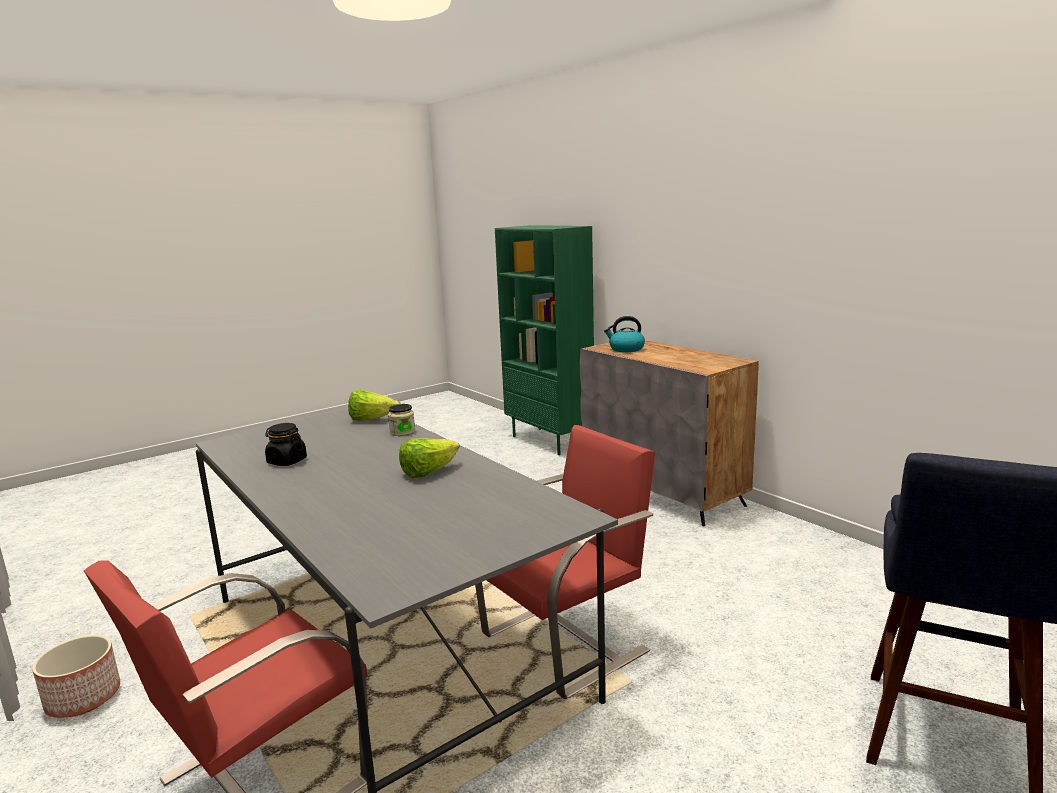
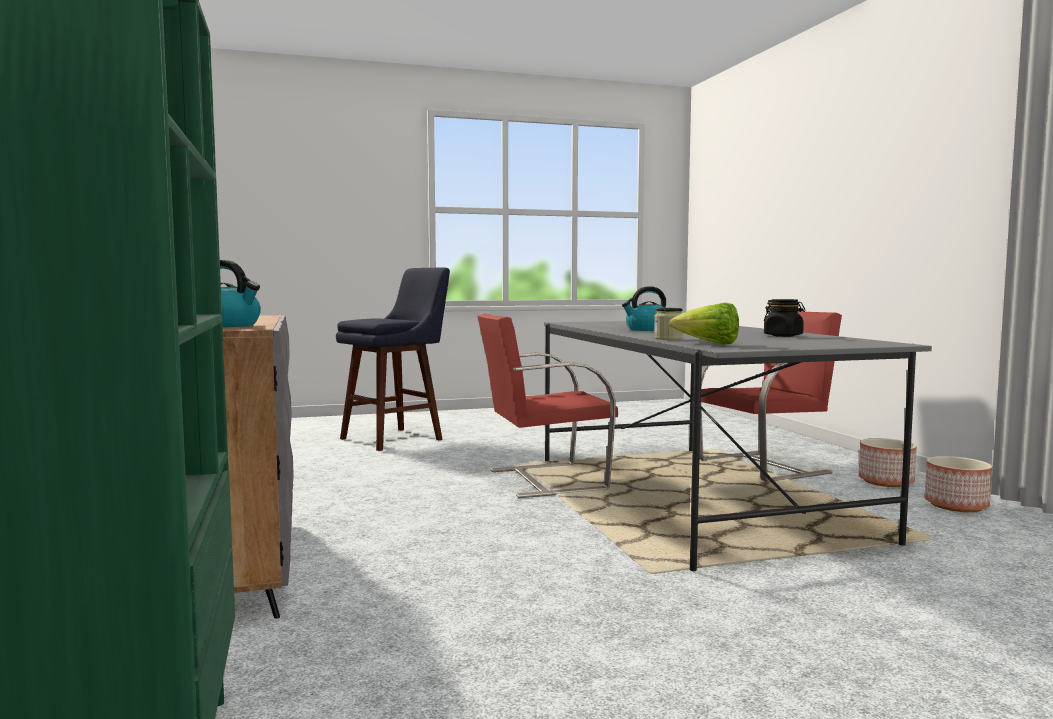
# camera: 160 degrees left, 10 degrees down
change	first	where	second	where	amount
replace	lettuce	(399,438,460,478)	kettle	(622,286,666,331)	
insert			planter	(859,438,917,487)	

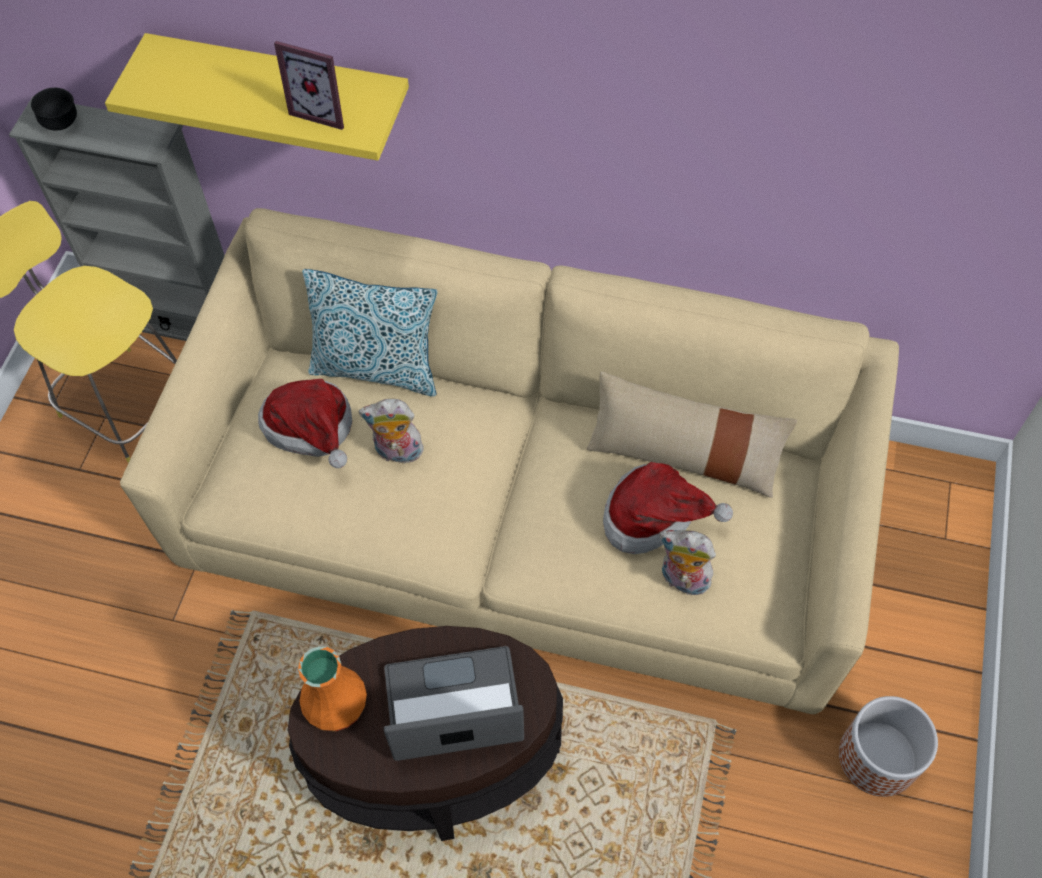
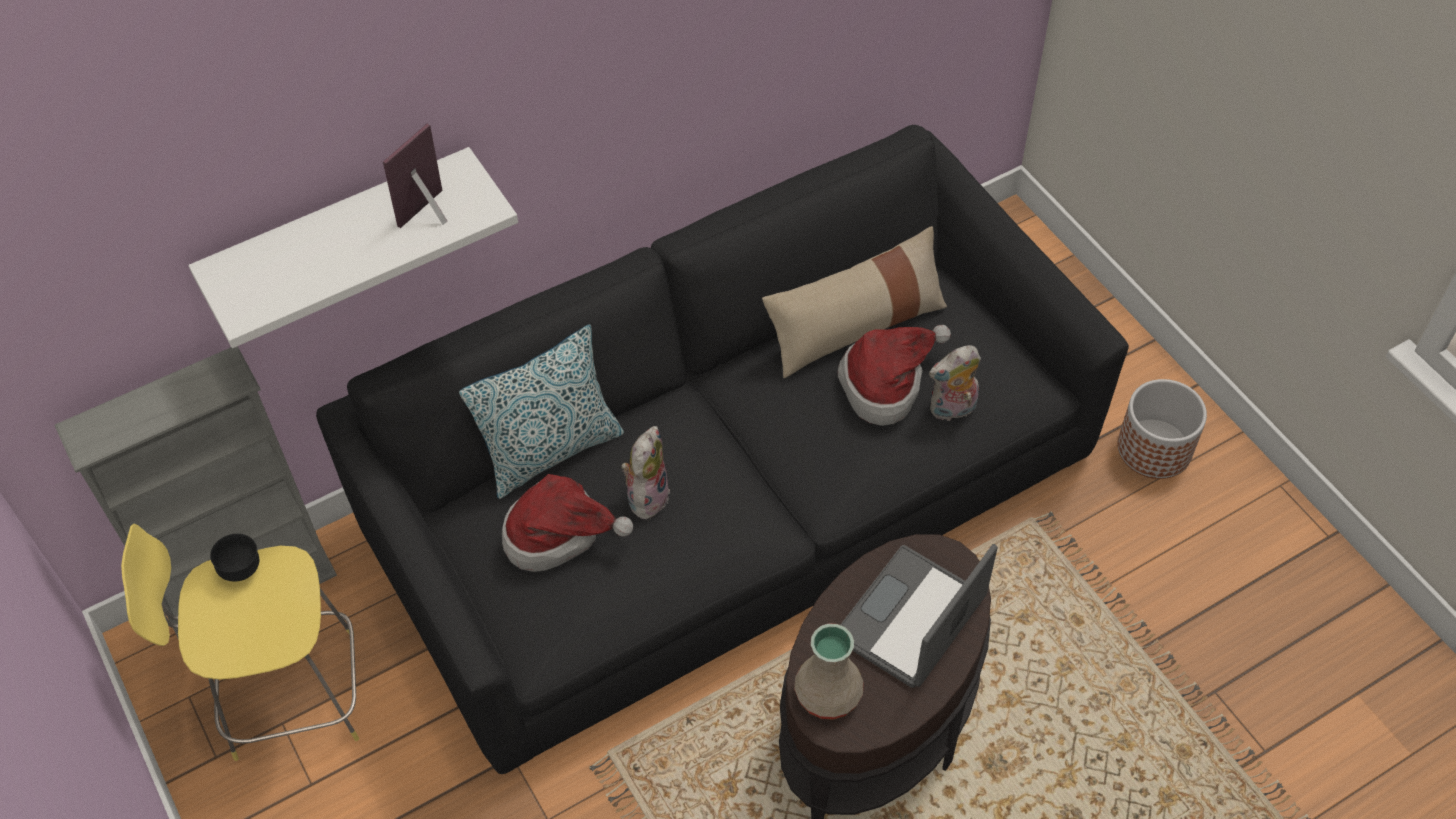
# camera: 45 degrees left, 5 degrees down
change	first	where	second	where	amount
recolor	yellow shelf	(105,33,409,161)	white shelf	(188,147,518,348)	
move	black bowl	(31,88,77,131)		(210,534,259,581)	
recolor	beige sofa	(120,208,899,714)	black sofa	(316,125,1129,774)	
rotate	picture frame	(274,41,344,130)		(383,124,447,228)	150 degrees clockwise
rotate	plush toy	(359,399,426,464)		(621,426,670,520)	150 degrees clockwise
recolor	orange vase	(298,646,367,731)	beige vase	(794,623,864,720)	

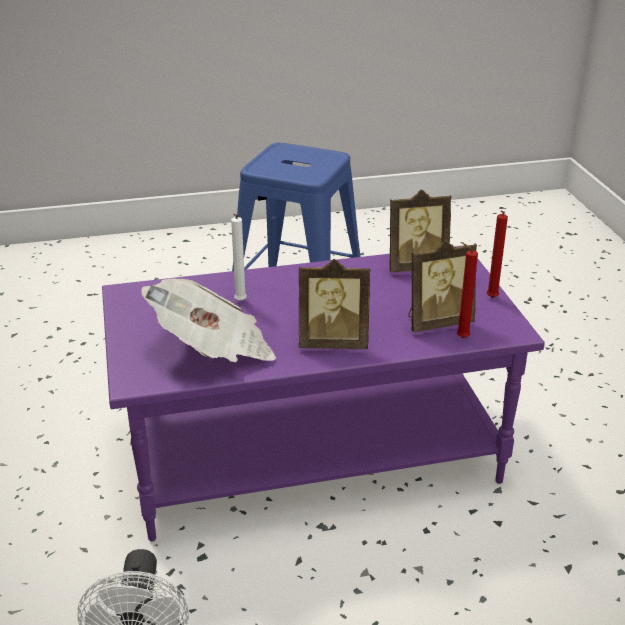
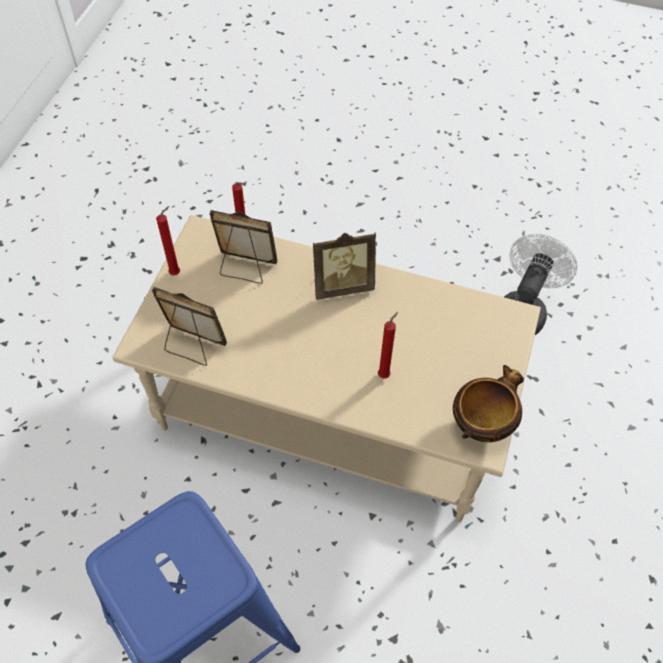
# camera: 150 degrees left, 25 degrees up
change	first	where	second	where	amount
recolor	purple coffee table	(102,245,545,542)	beige coffee table	(112,215,541,522)	
rotate	picture frame	(299,259,370,349)		(313,233,376,300)	135 degrees clockwise
recolor	white candle	(231,214,247,301)	red candle	(378,312,398,378)	
insert			bowl	(453,365,524,442)	
delete	newspaper	(141,279,277,362)			

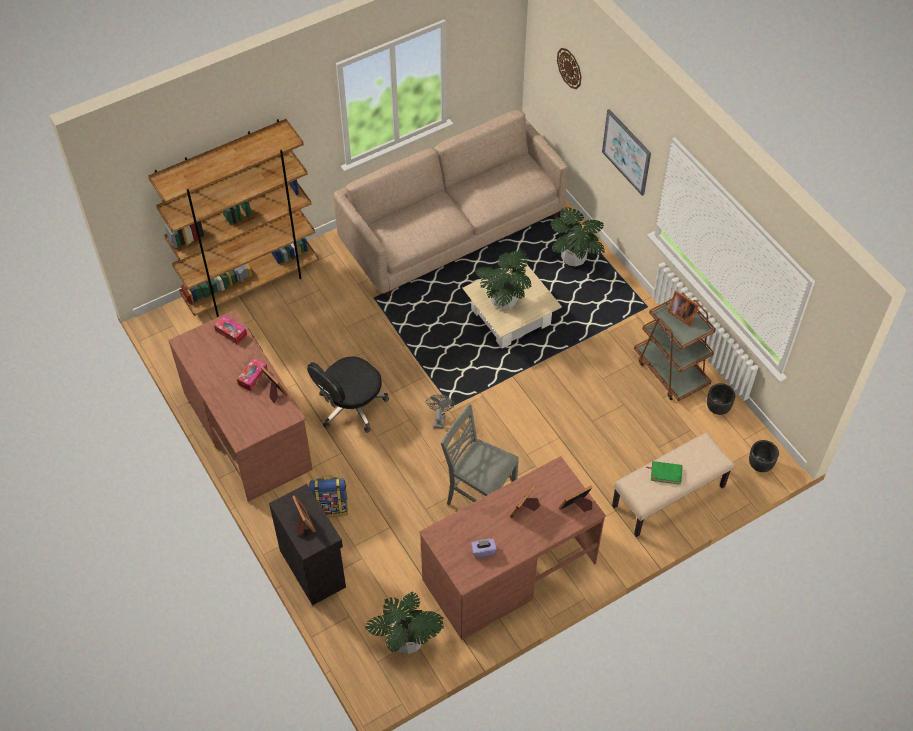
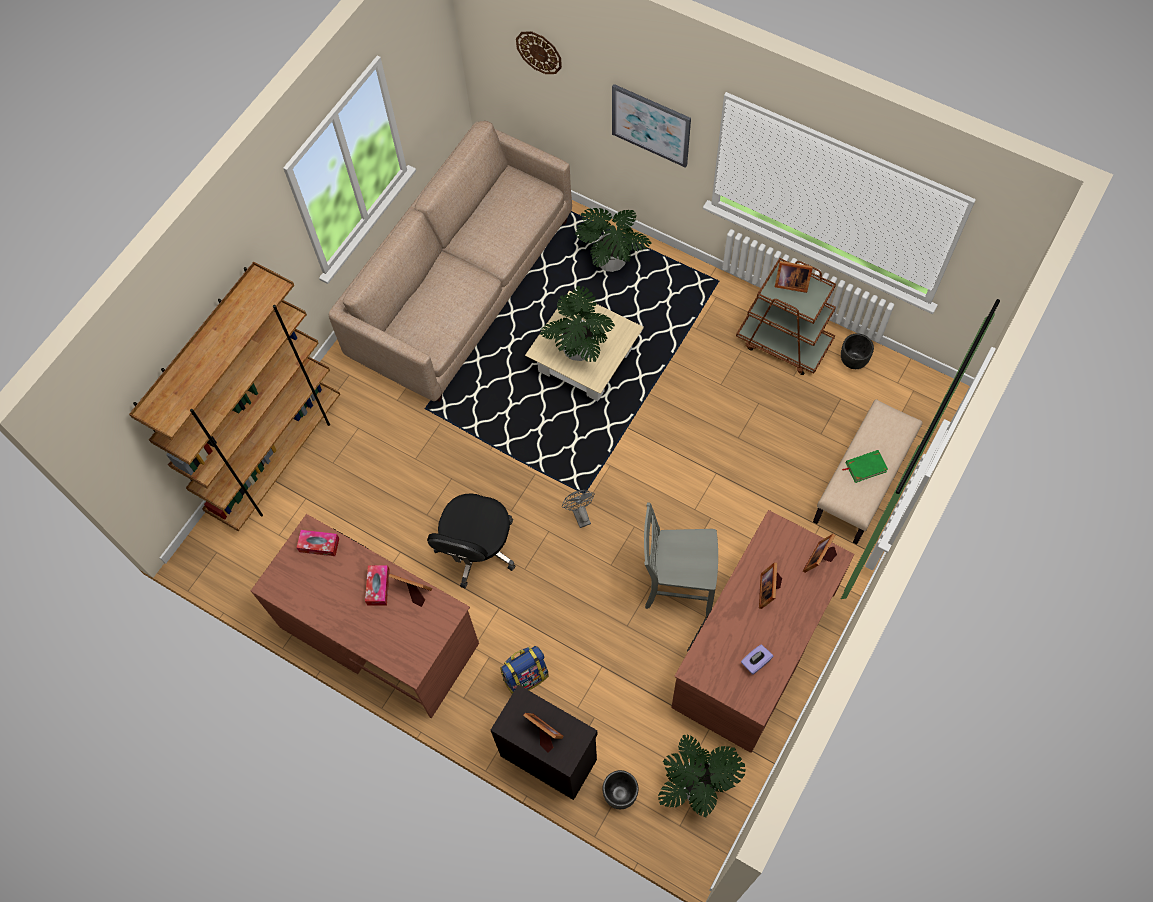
# camera: 25 degrees left, 10 degrees up
change	first	where	second	where	amount
move	black planter	(749,440,779,472)		(602,770,638,809)	

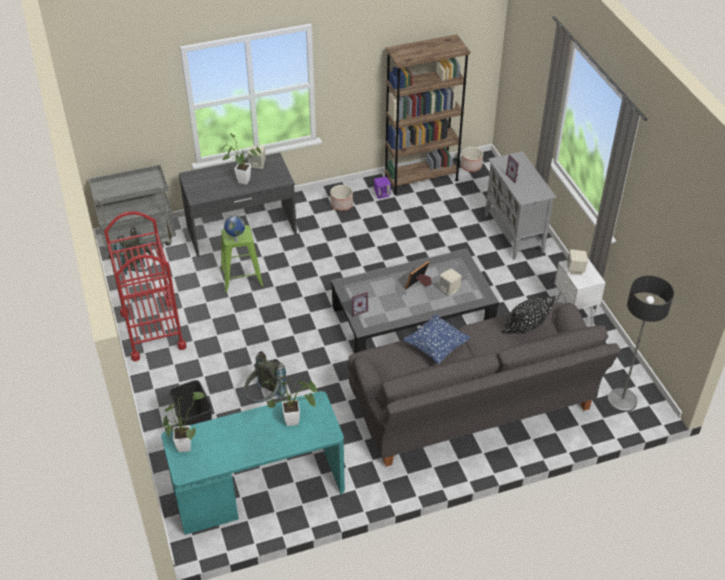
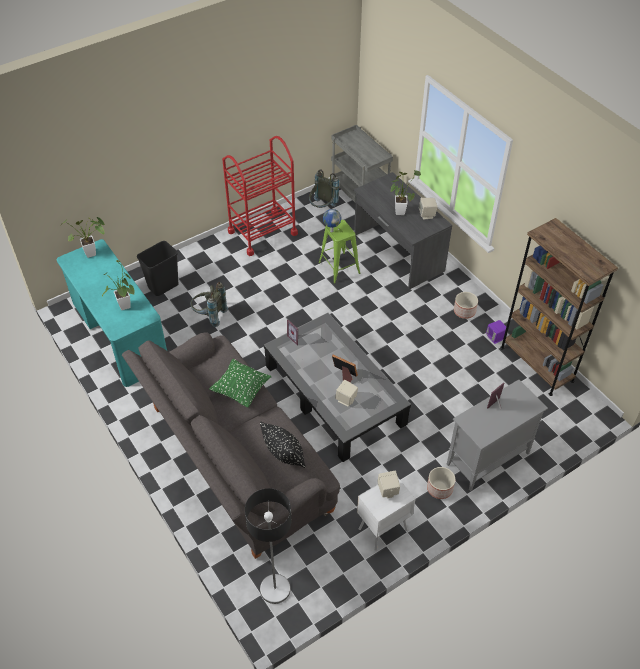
# camera: 75 degrees right, 5 degrees up
change	first	where	second	where	amount
recolor	blue pillow	(403,314,471,364)	green pillow	(210,359,271,407)	
move	planter	(461,147,483,172)		(427,467,455,499)	

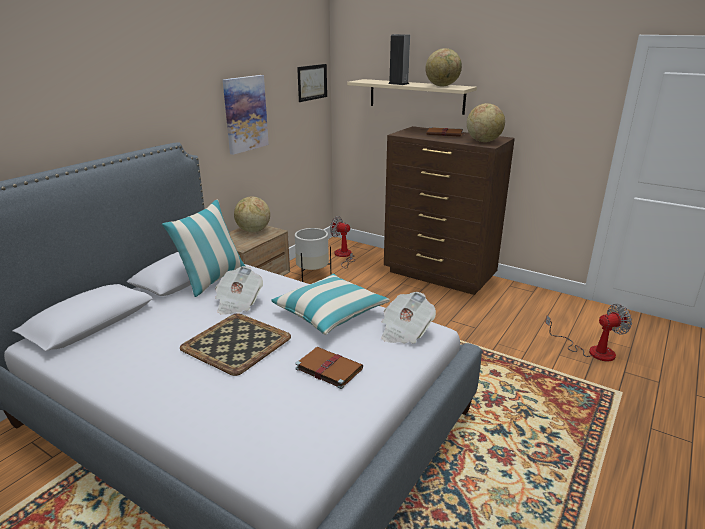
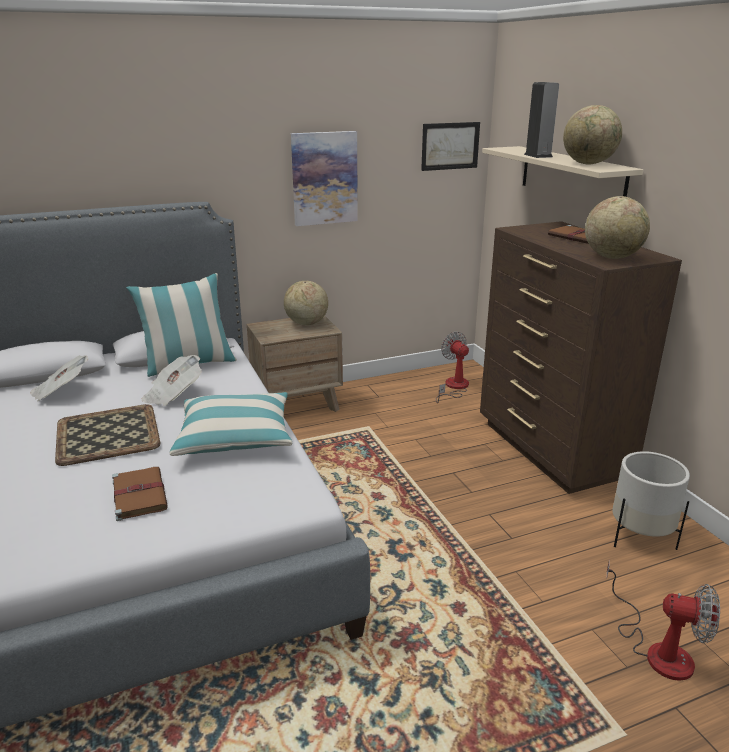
# camera: 35 degrees right, 0 degrees up
change	first	where	second	where	amount
move	newspaper	(382,292,436,344)		(30,355,88,401)	
move	white planter	(295,228,331,282)		(612,451,690,550)	

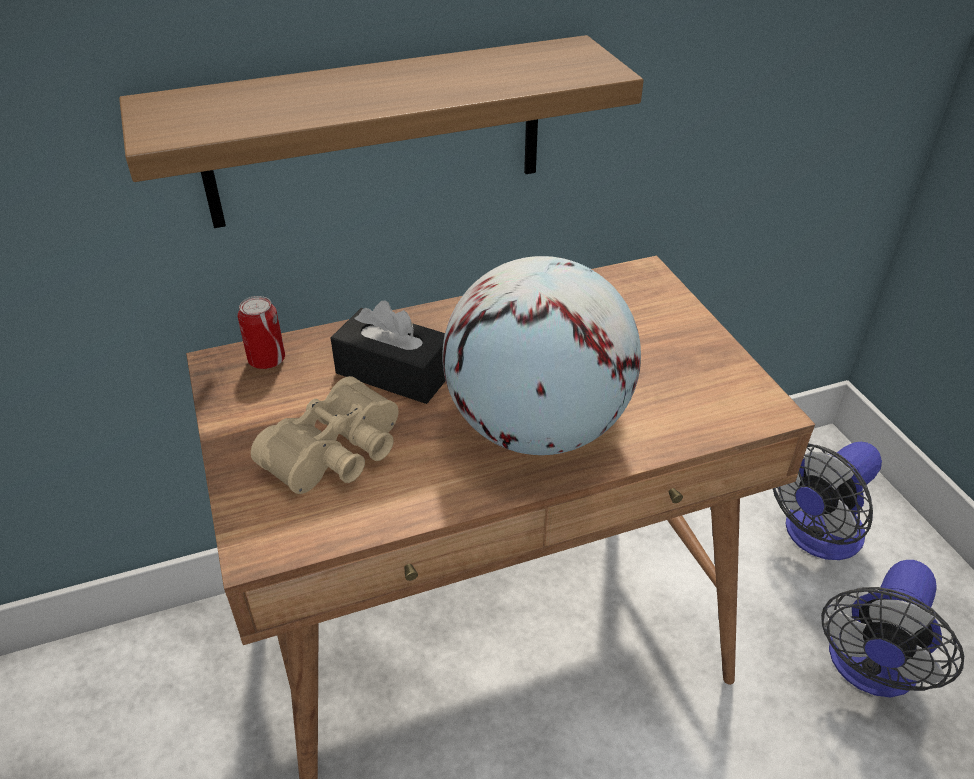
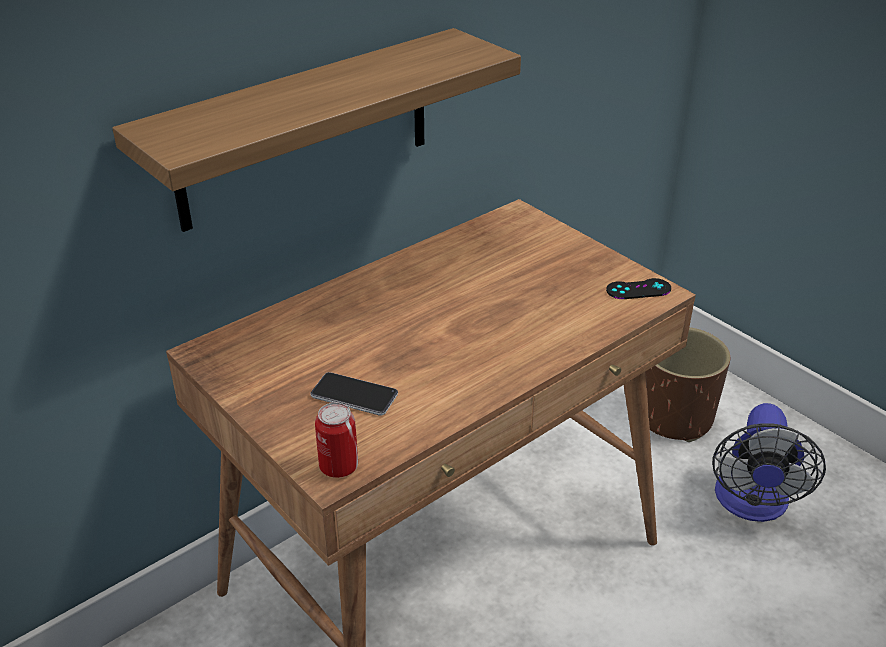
# camera: 20 degrees left, 5 degrees down
change	first	where	second	where	amount
replace	beige binoculars	(251,376,398,494)	phone	(310,372,398,416)	
move	can	(238,296,285,369)		(315,403,358,478)	
insert			black game controller	(606,278,671,299)	
replace	fan	(773,442,882,560)	brown planter	(646,327,730,442)	
delete	black tissue box	(331,300,446,404)			
delete	globe	(442,256,641,455)			

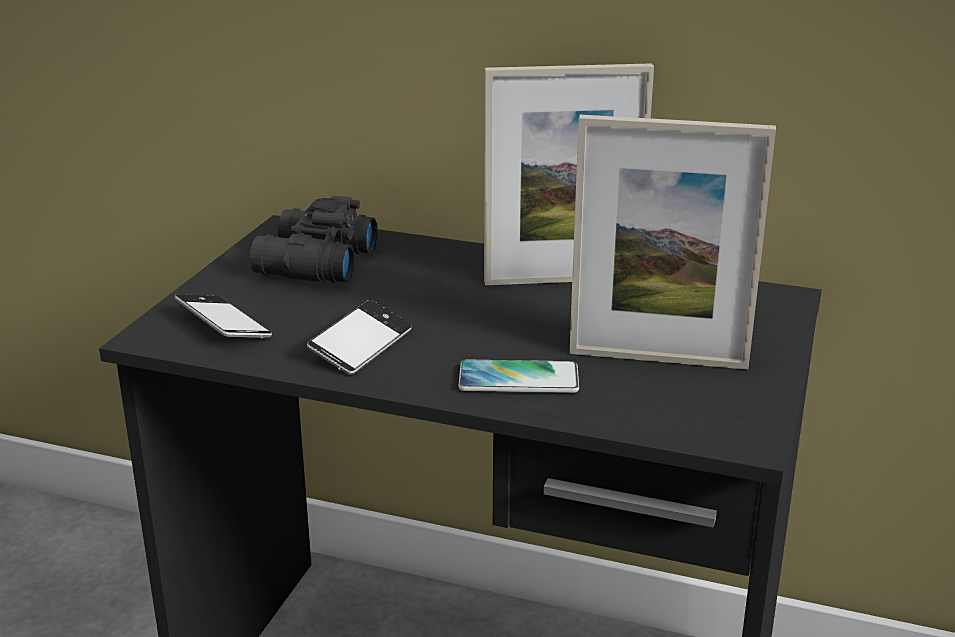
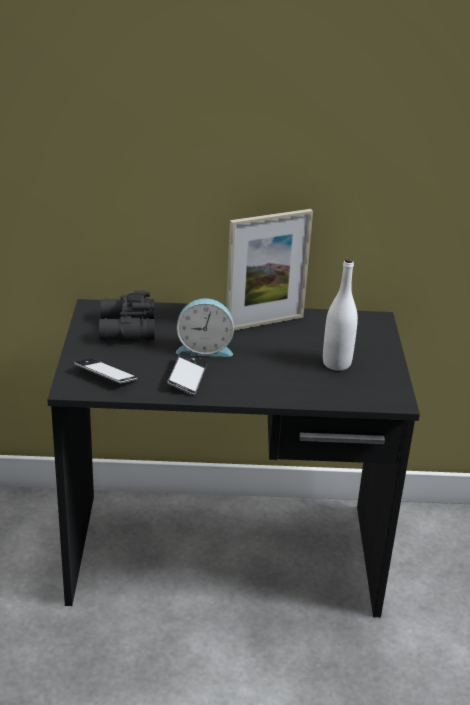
# camera: 20 degrees left, 5 degrees up
change	first	where	second	where	amount
insert			alarm clock	(176,298,234,357)	
replace	picture frame	(569,115,776,370)	white bottle	(323,258,358,371)	
delete	phone	(458,360,579,393)			

